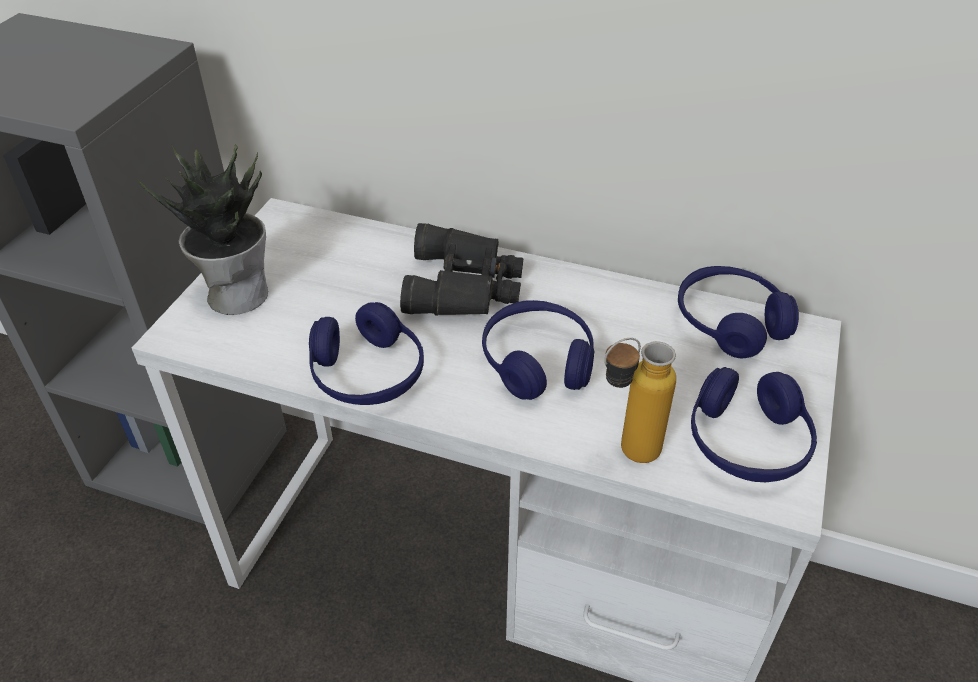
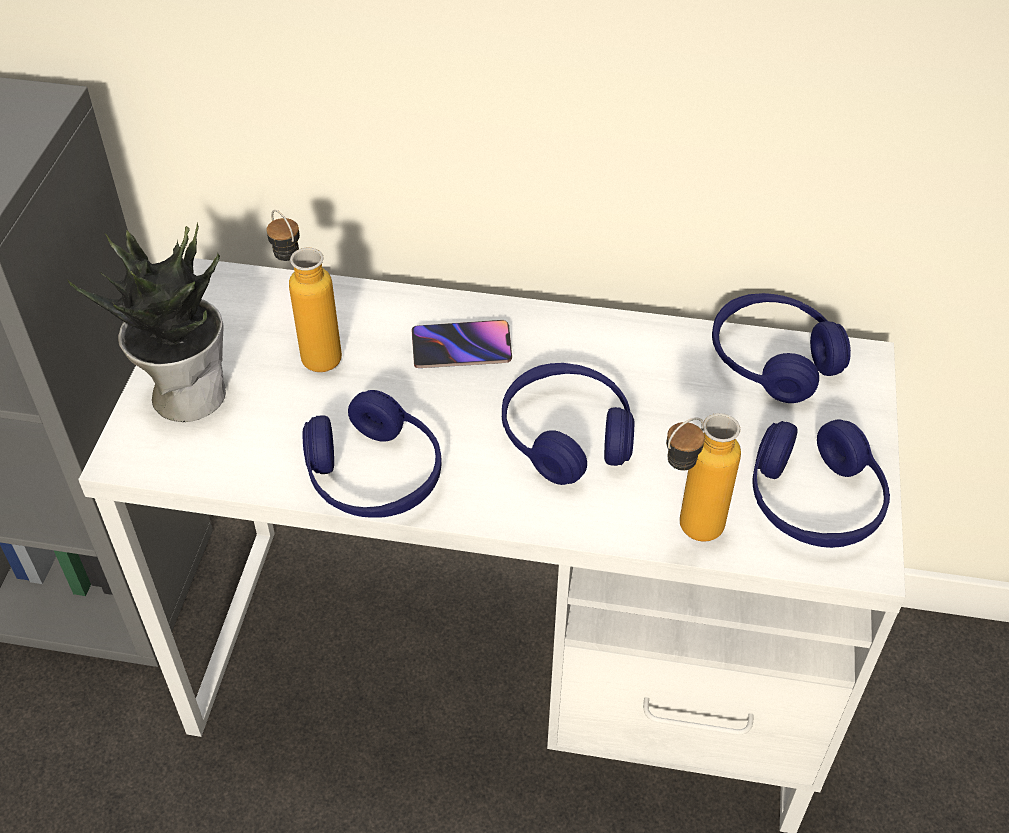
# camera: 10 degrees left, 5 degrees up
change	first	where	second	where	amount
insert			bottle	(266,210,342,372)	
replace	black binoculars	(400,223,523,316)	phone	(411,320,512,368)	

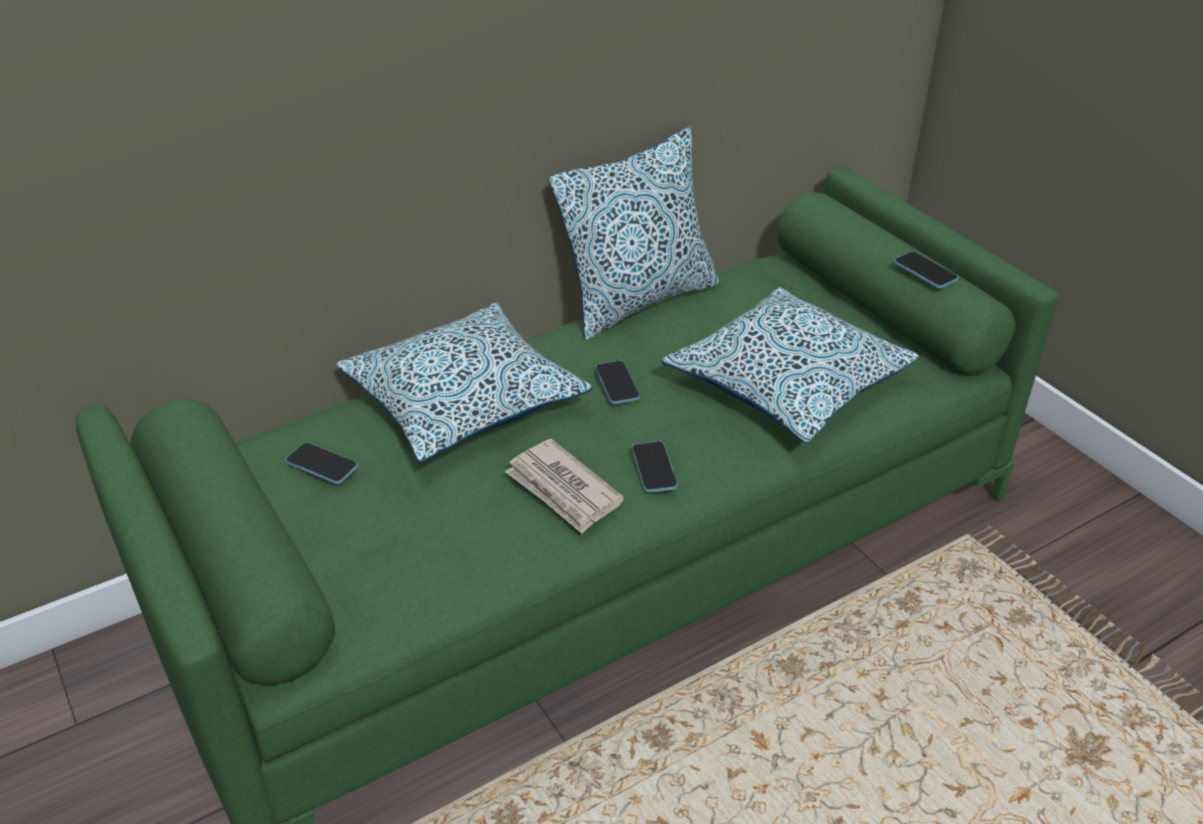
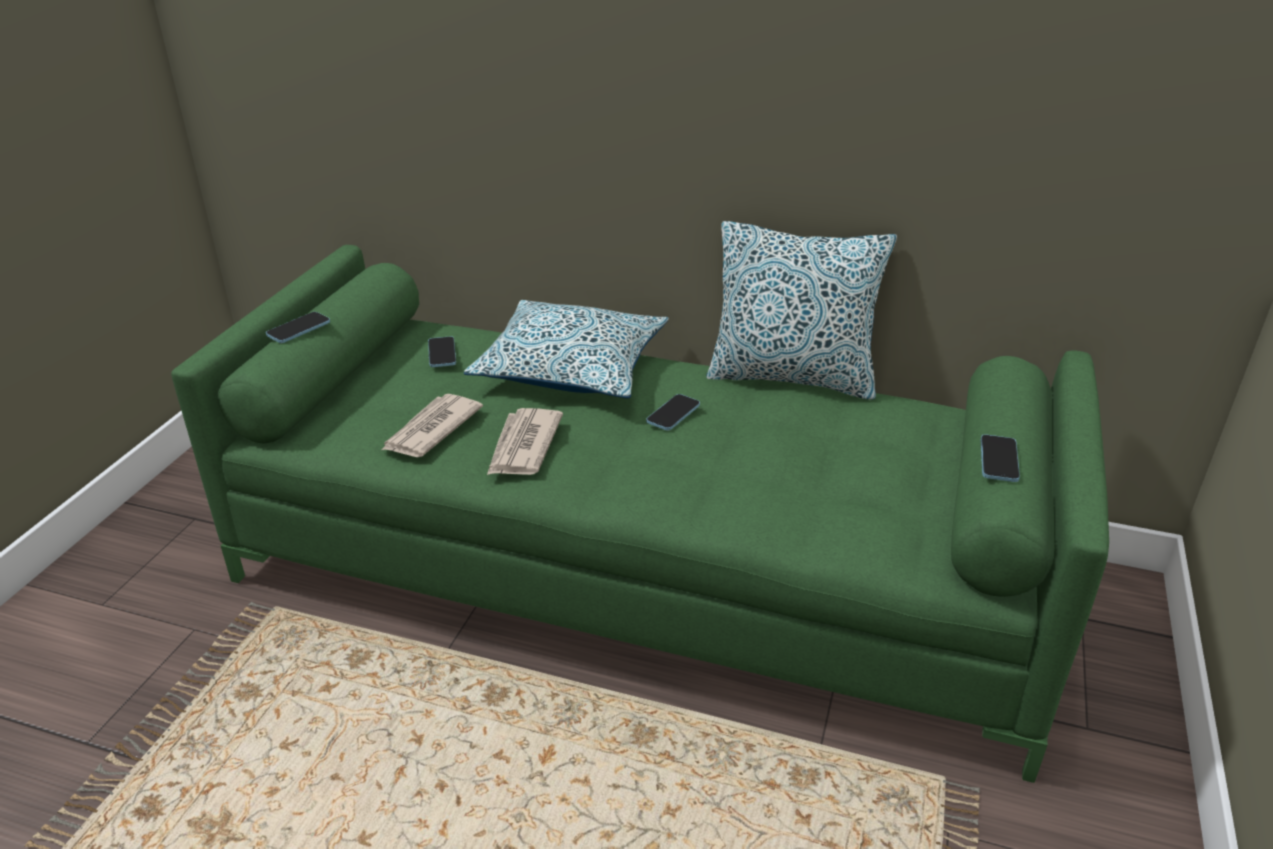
# camera: 50 degrees right, 5 degrees down
change	first	where	second	where	amount
move	phone	(632,441,677,493)		(266,312,330,343)	
insert			newspaper	(382,394,483,457)	
delete	pillow	(662,288,919,443)			

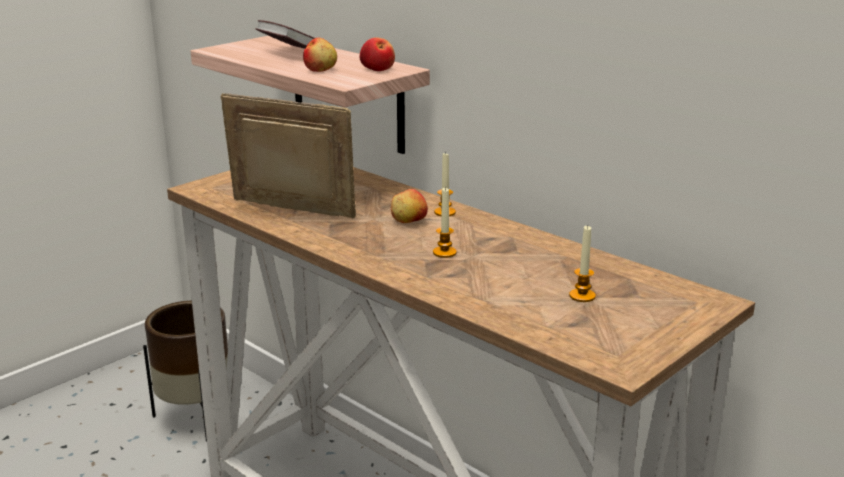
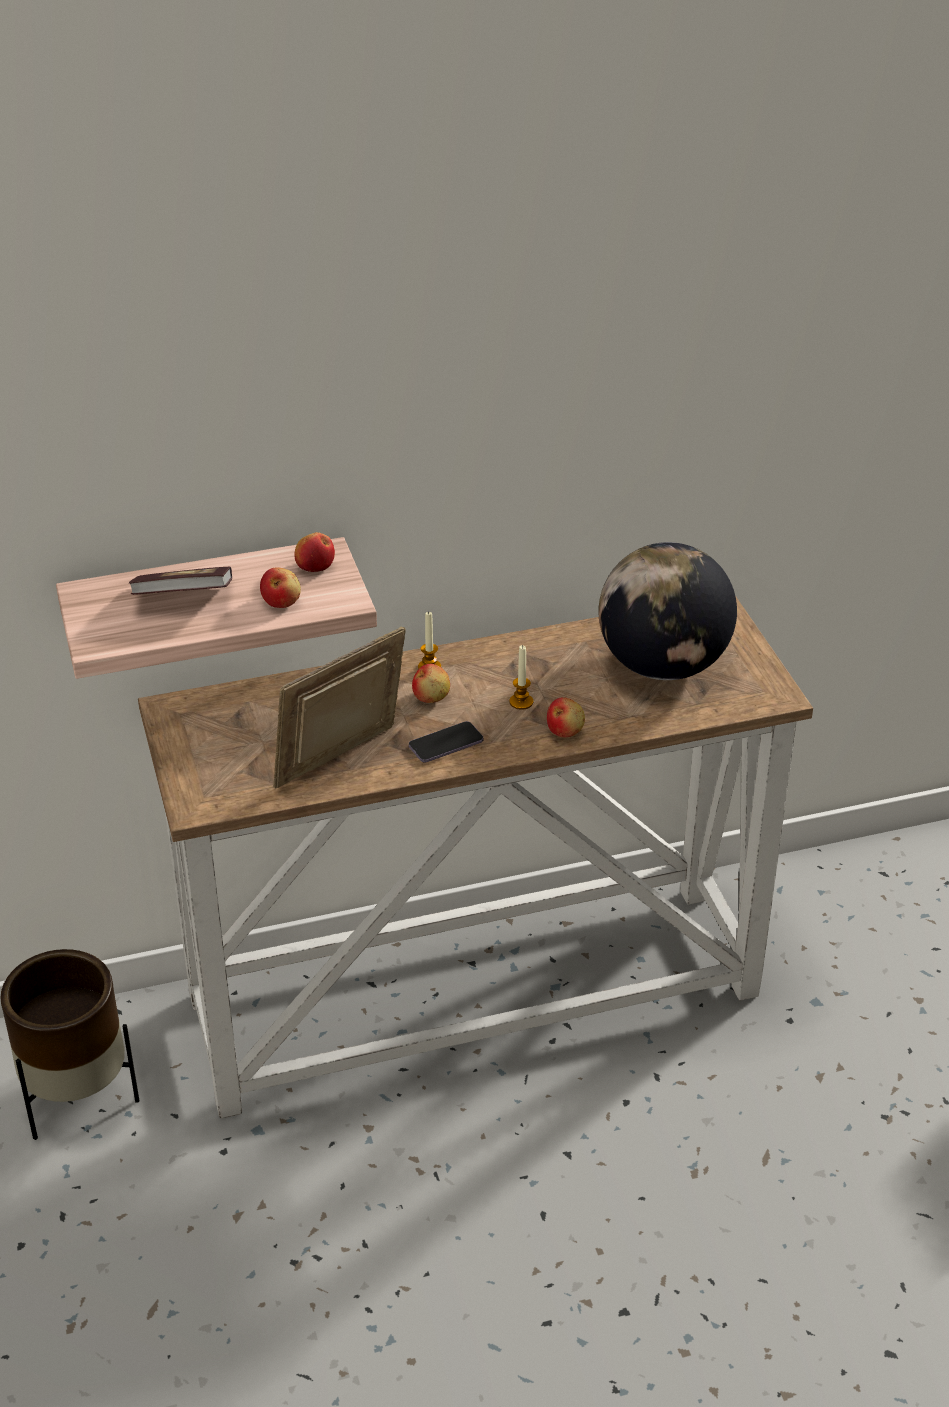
# camera: 60 degrees left, 15 degrees up
change	first	where	second	where	amount
insert			phone	(409,721,483,762)	
insert			apple	(547,697,585,738)	
replace	candle	(569,226,596,302)	globe	(598,542,737,680)	

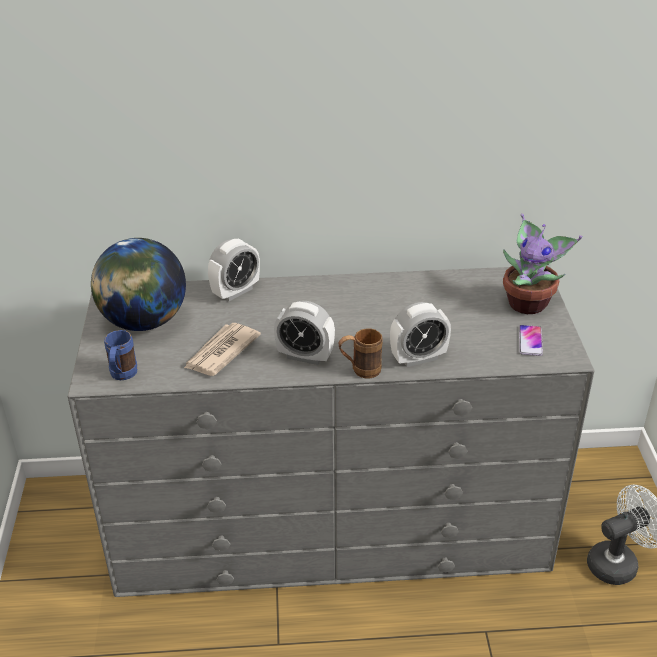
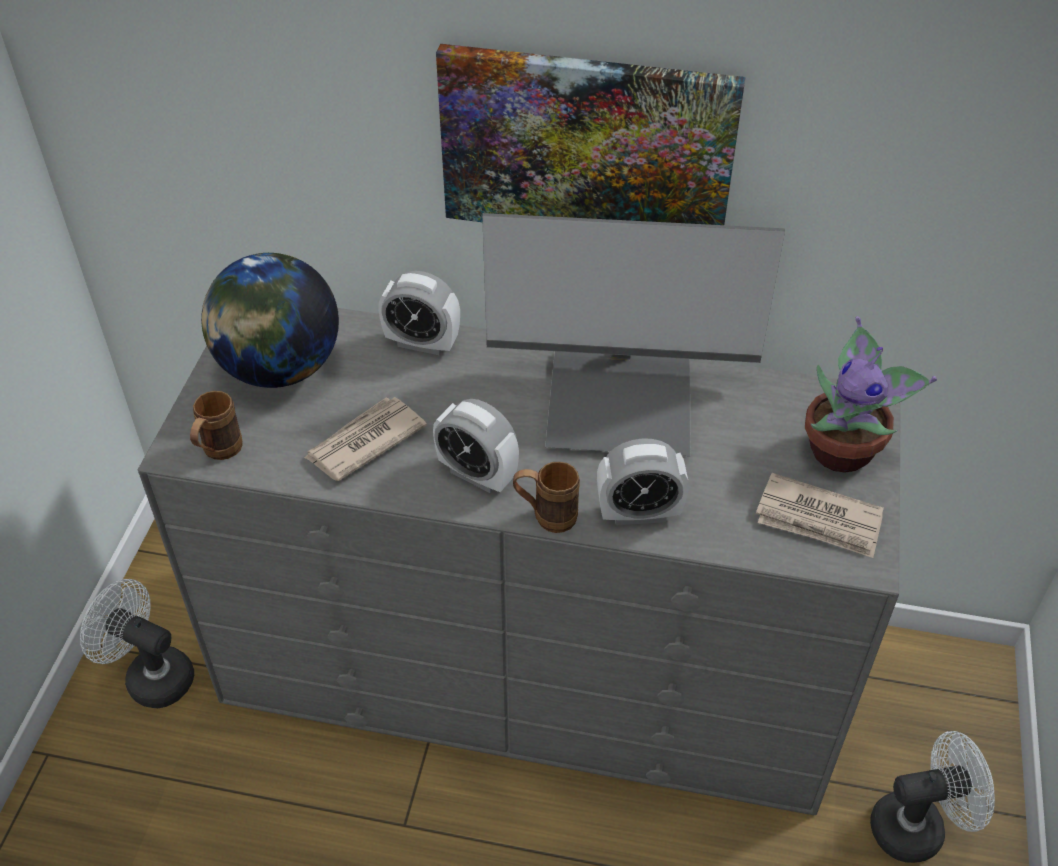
# camera: 15 degrees right, 10 degrees up
change	first	where	second	where	amount
insert			white fan	(80,579,194,708)	
recolor	blue mug	(104,330,137,380)	brown mug	(190,391,243,460)	
rotate	alarm clock	(208,239,260,301)		(378,271,460,355)	45 degrees clockwise
insert			picture	(436,44,746,225)	
insert			monitor	(482,213,785,456)	
replace	phone	(519,325,543,356)	newspaper	(756,473,884,558)	

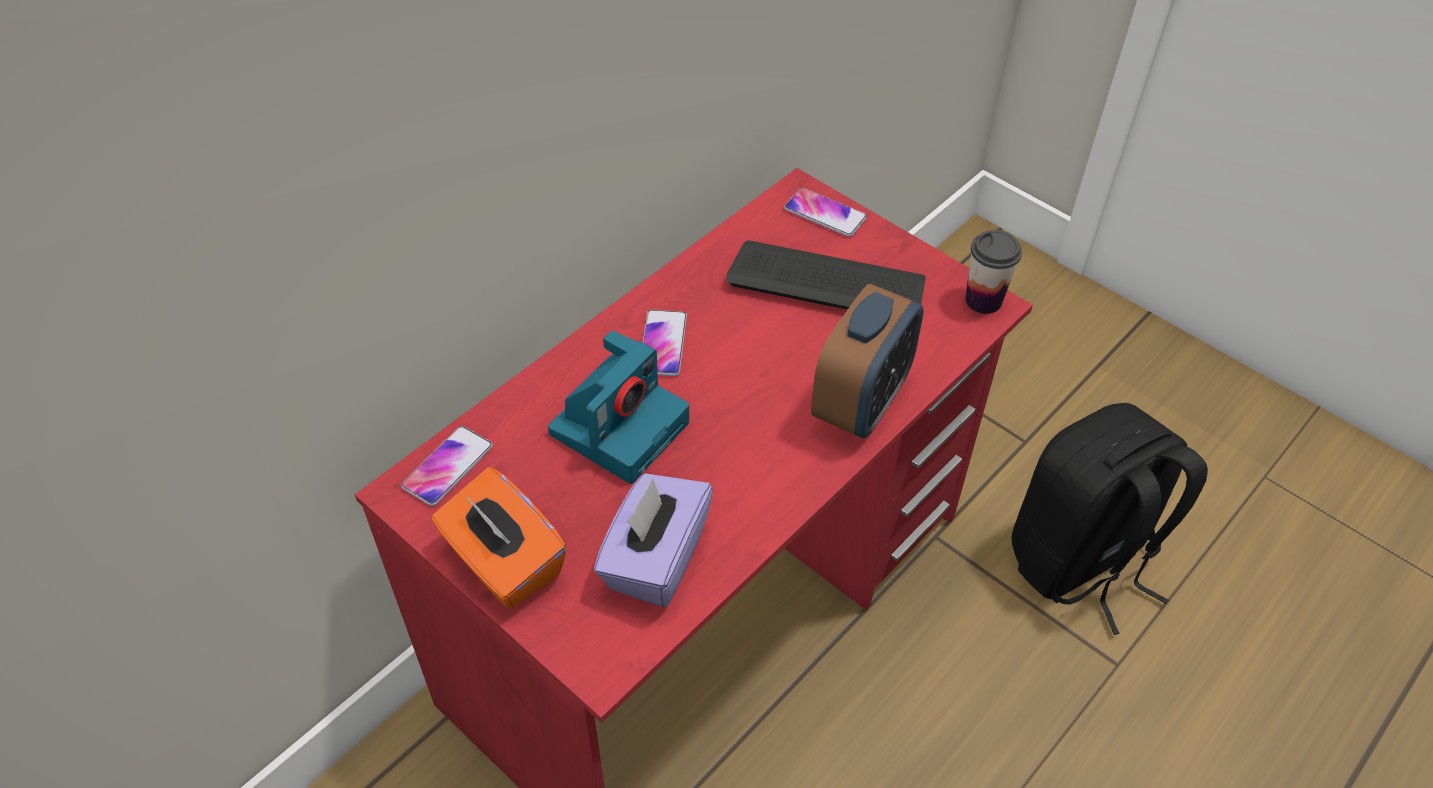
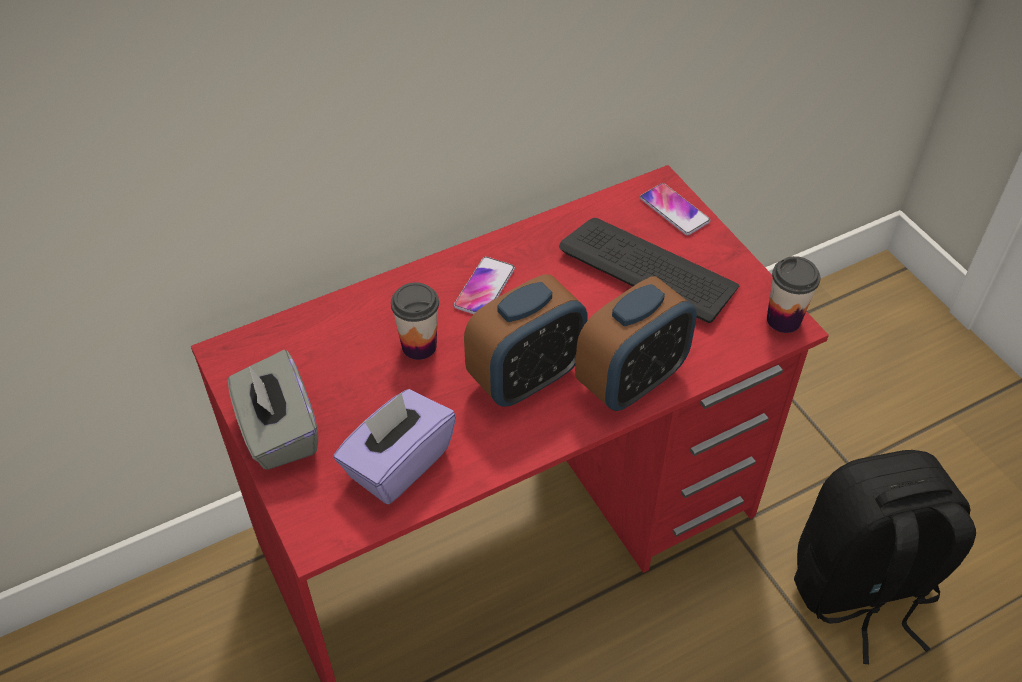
# camera: 20 degrees right, 0 degrees up
change	first	where	second	where	amount
recolor	orange tissue box	(432,467,567,609)	grey tissue box	(228,350,318,470)	
replace	photo camera	(548,330,689,484)	cup	(391,282,439,360)	
insert			alarm clock	(464,274,588,407)	
delete	phone	(401,426,493,506)			

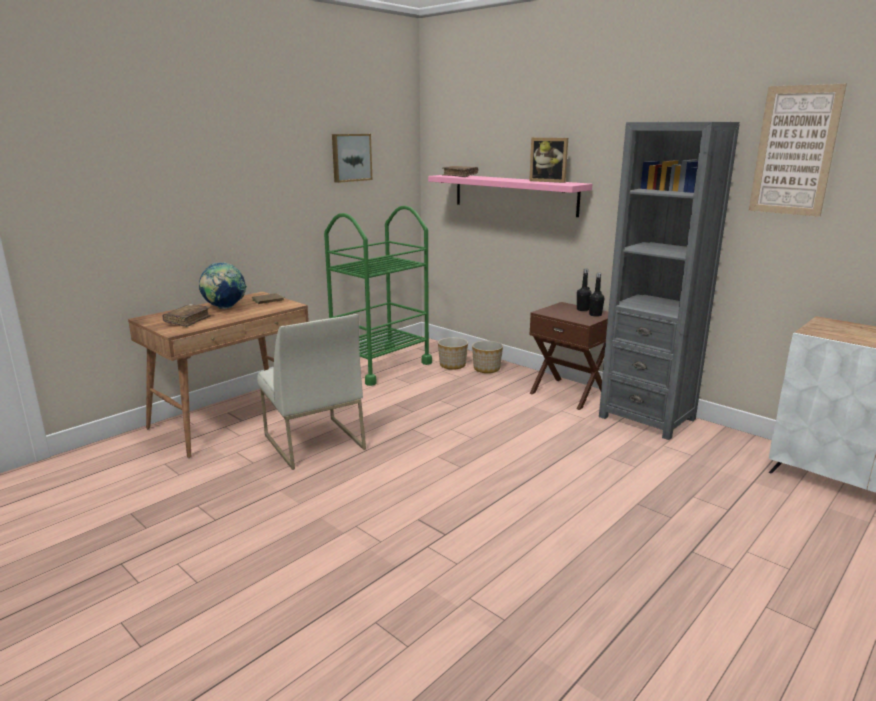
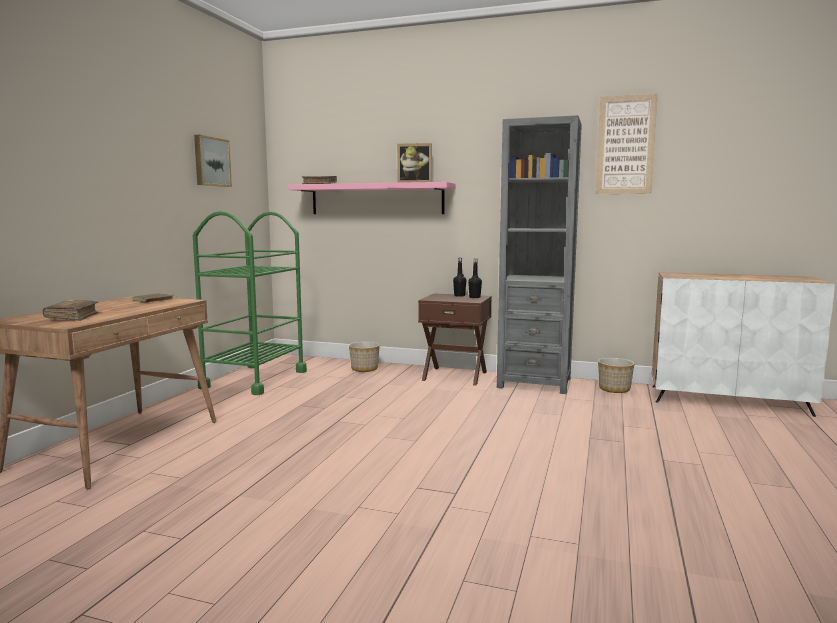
# camera: 25 degrees left, 10 degrees down
change	first	where	second	where	amount
move	planter	(438,337,468,370)		(598,358,635,393)	
delete	globe	(199,262,247,309)			
delete	white chair	(257,314,366,470)			

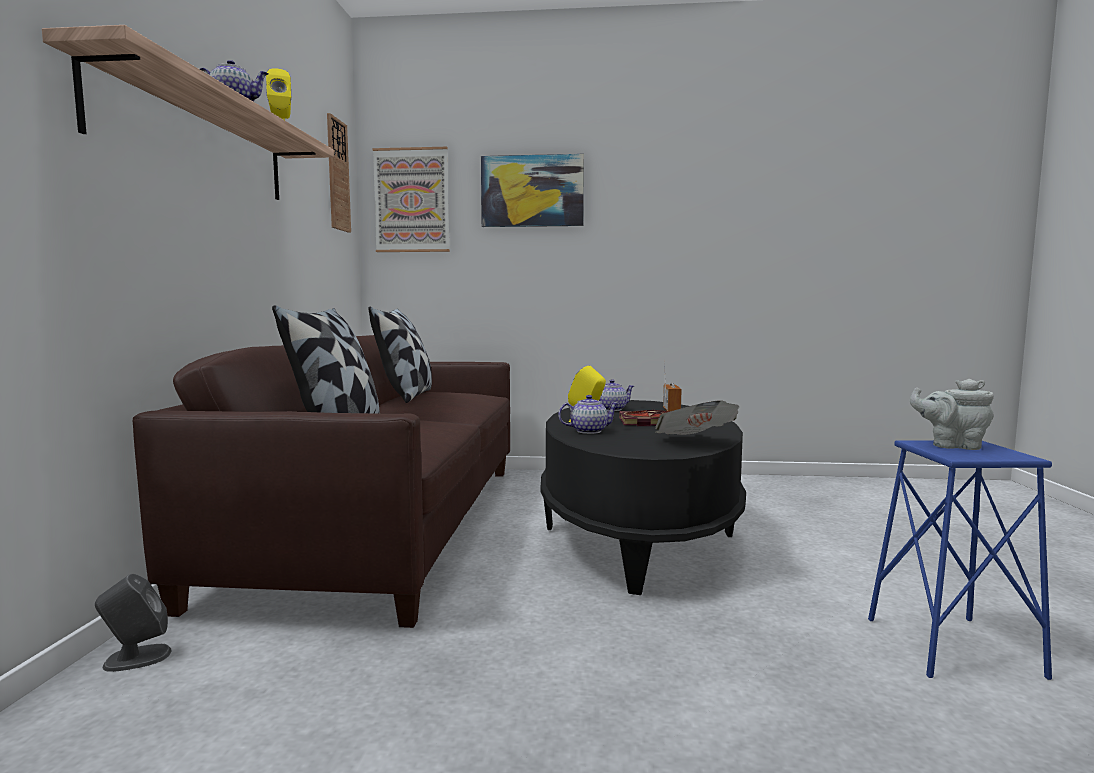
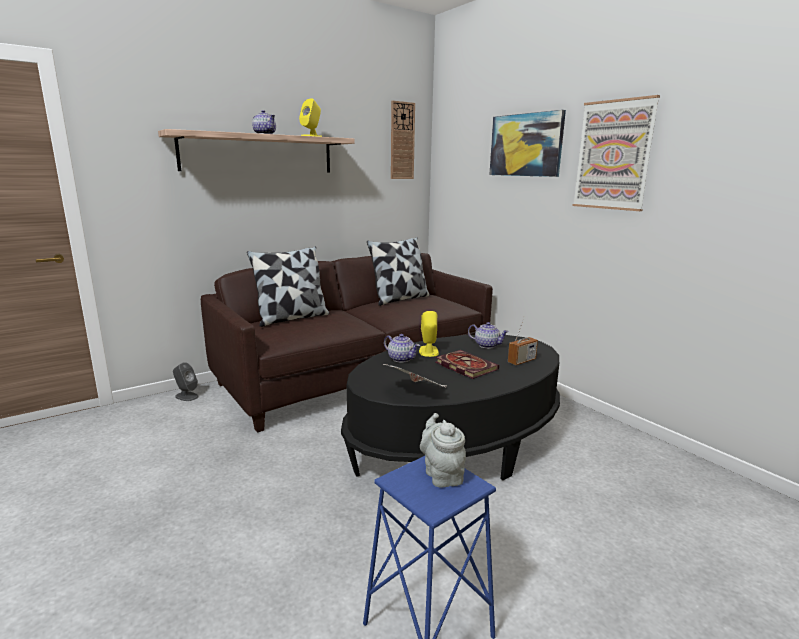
# camera: 50 degrees right, 10 degrees up
change	first	where	second	where	amount
move	picture	(372,147,450,252)		(572,95,660,211)	

